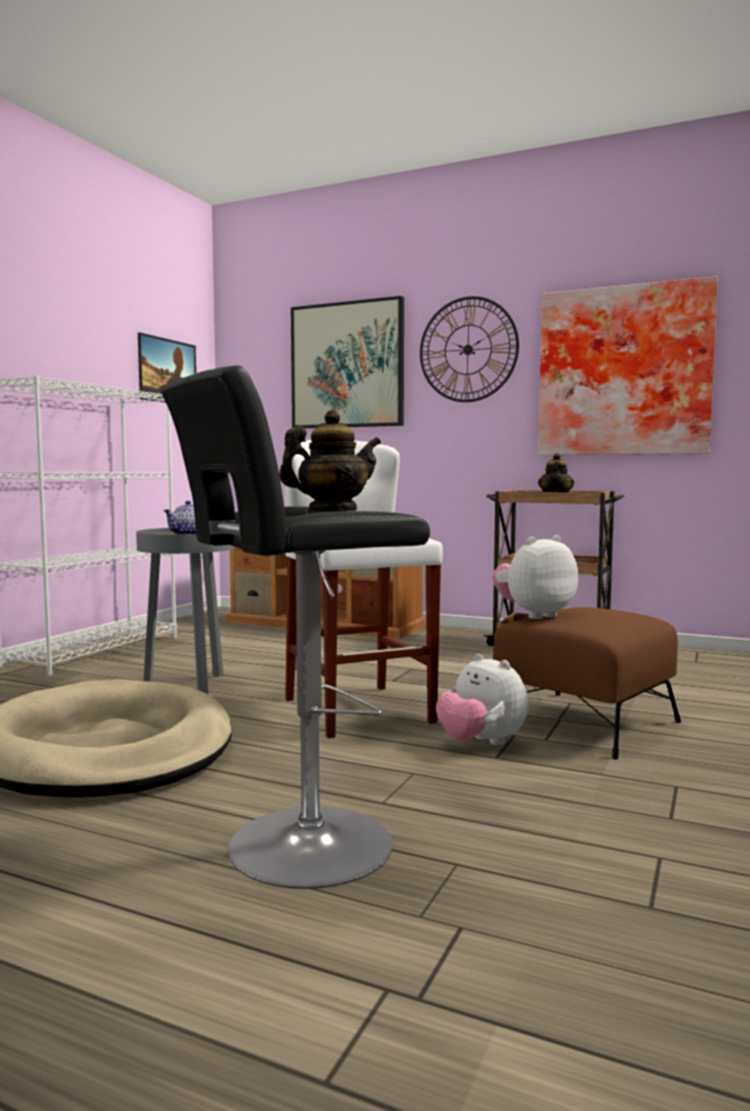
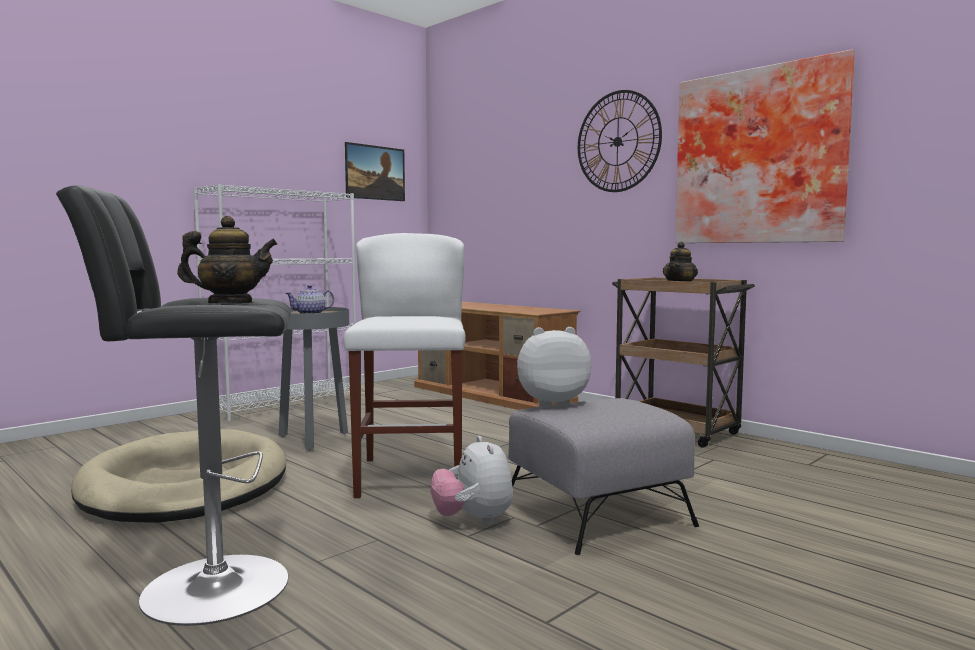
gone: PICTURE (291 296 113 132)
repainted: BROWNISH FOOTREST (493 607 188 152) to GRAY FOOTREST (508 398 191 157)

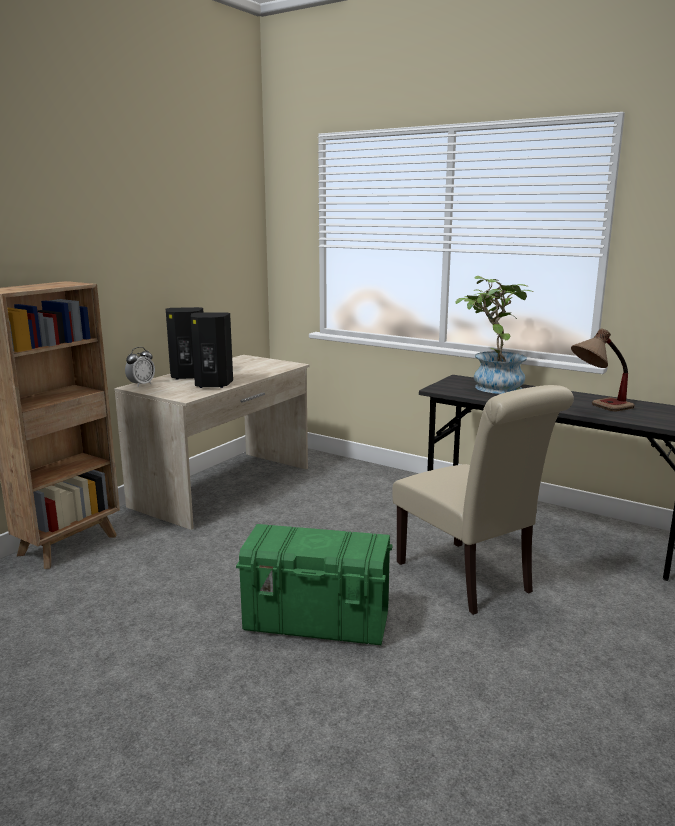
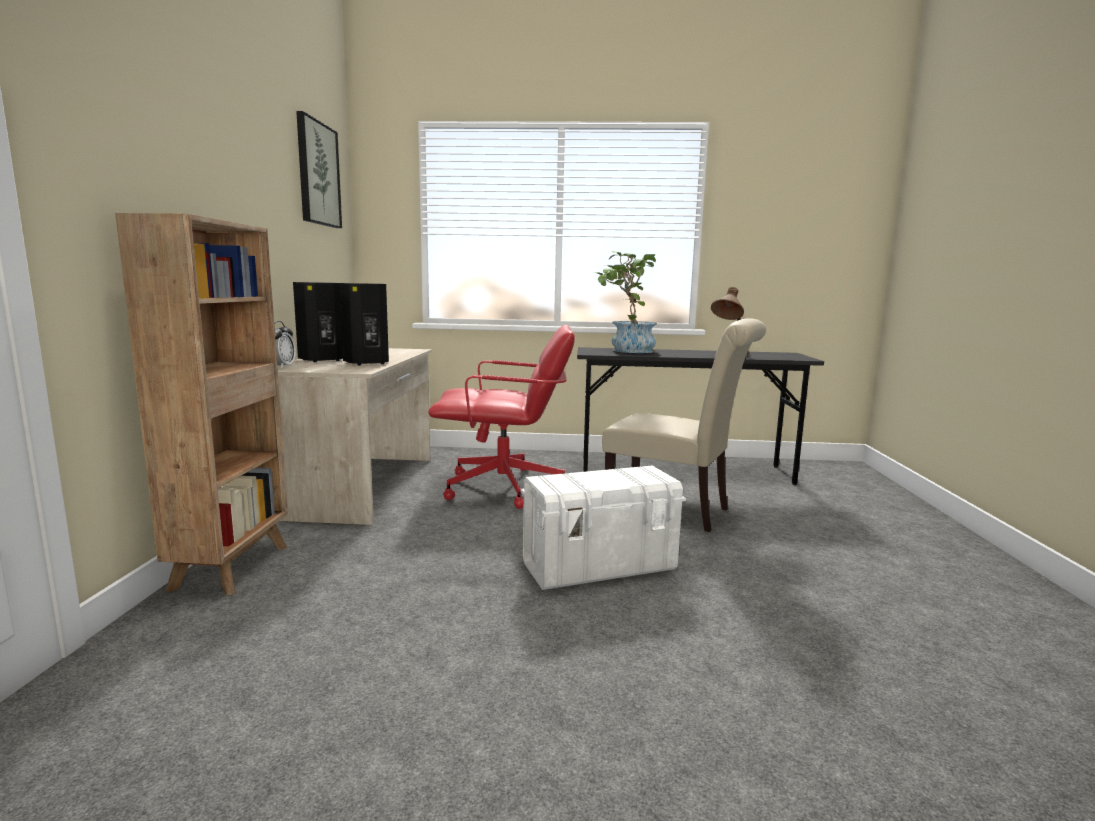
new: PICTURE (296 111 46 117); RED OFFICE CHAIR (428 325 147 184)
repainted: GREENISH STORAGE BIN (236 524 157 121) to WHITE-COLOURED STORAGE BIN (521 466 165 124)

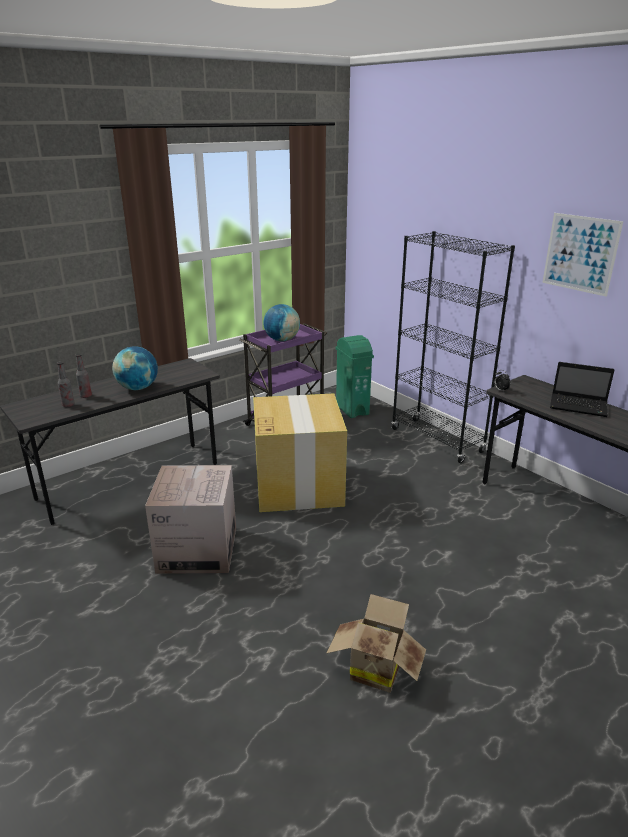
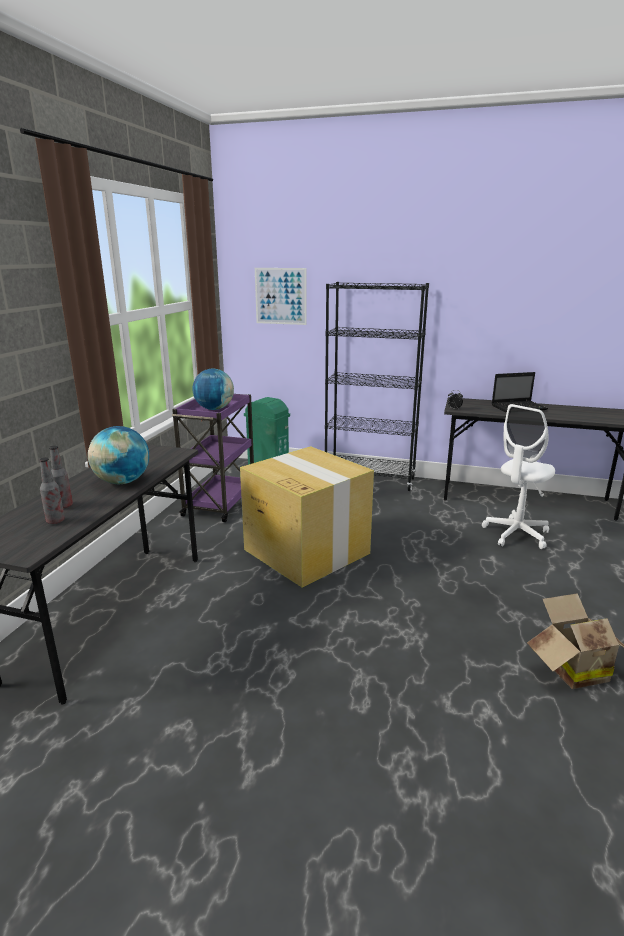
gone: CARDBOARD BOX (145 465 91 109)
new: WHITE-COLOURED OFFICE CHAIR (482 404 73 145)
shifted: PICTURE (542 213 81 84) to (255 268 52 57)

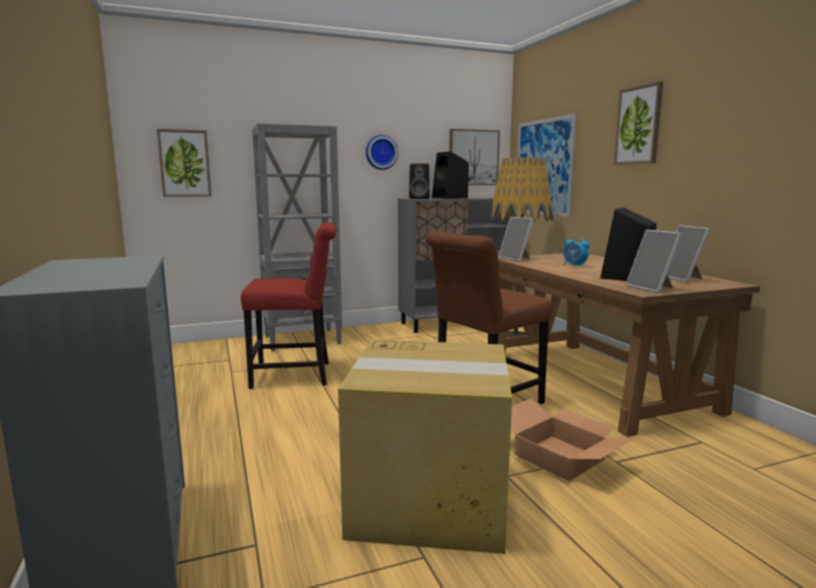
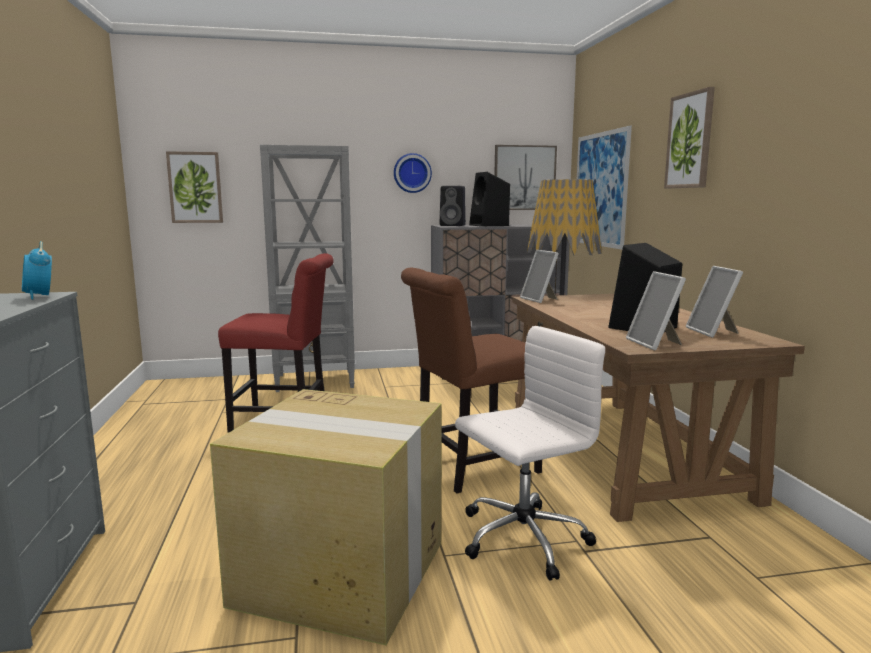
shifted: ALARM CLOCK (563 236 27 31) to (22 241 30 59)
swapped: CARDBOARD BOX (511 399 125 82) to WHITE-COLOURED OFFICE CHAIR (455 326 150 254)

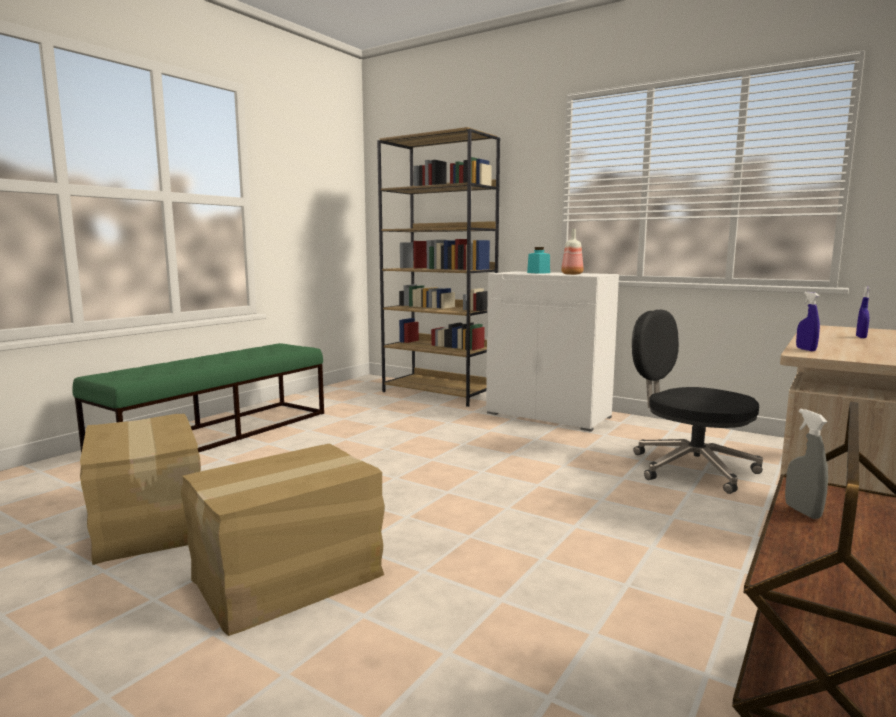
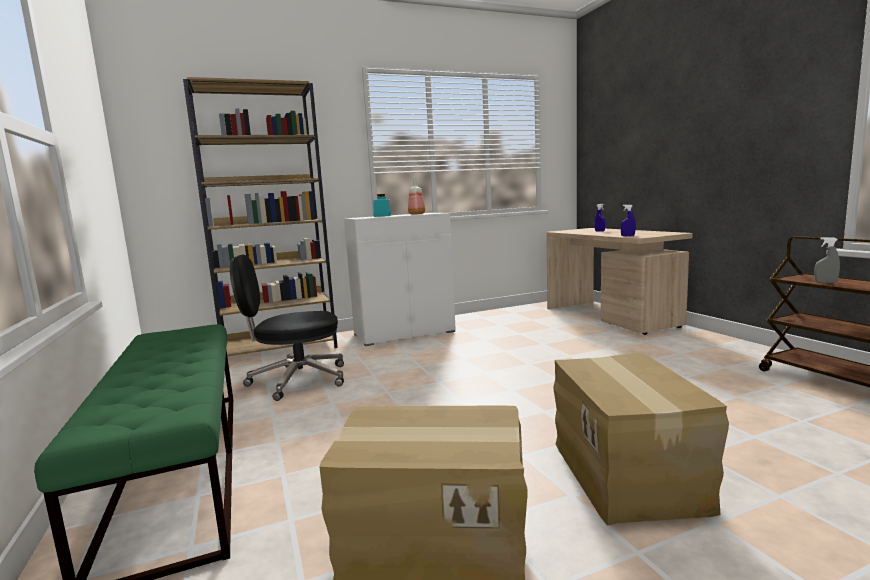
shifted: BLACKISH OFFICE CHAIR (632 310 131 184) to (230 255 114 146)

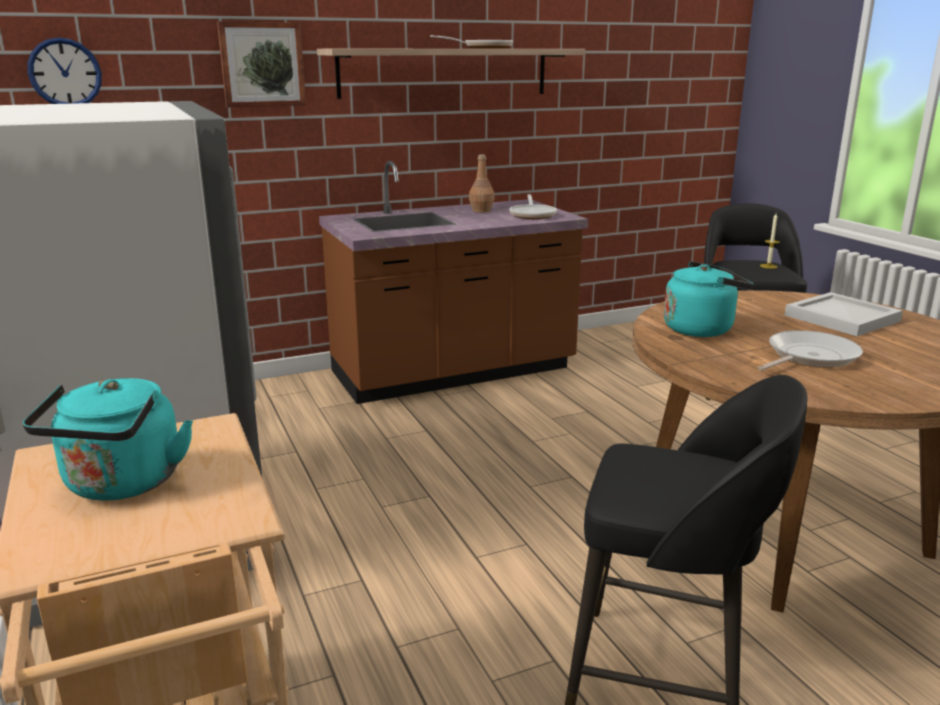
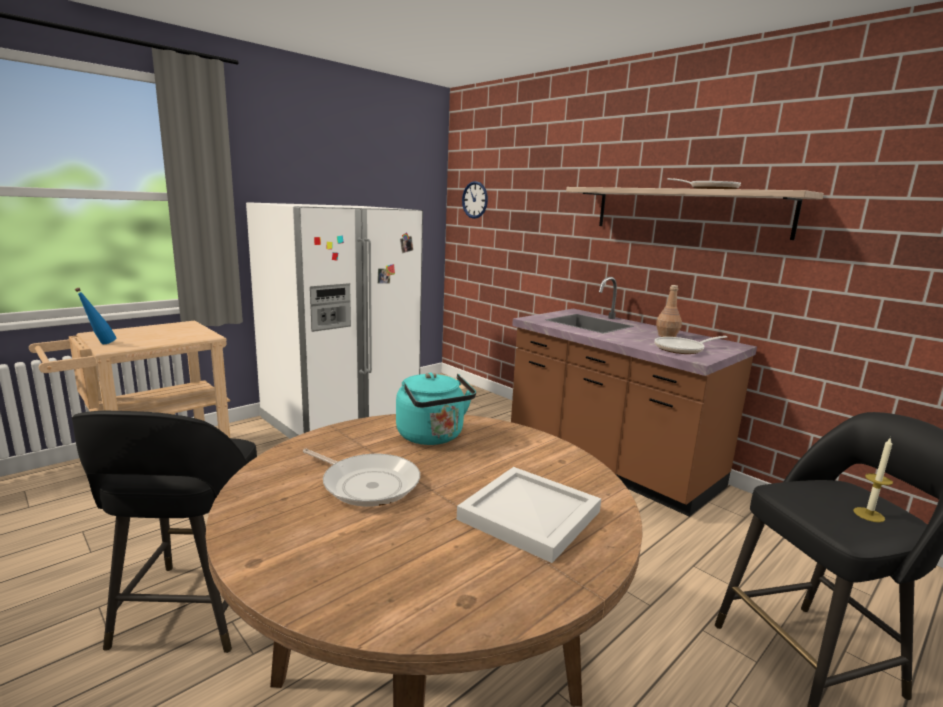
gone: TURQUOISE WATER KETTLE (23 378 170 123); PICTURE (217 21 89 86)
new: BLUISH BOTTLE (75 288 41 56)

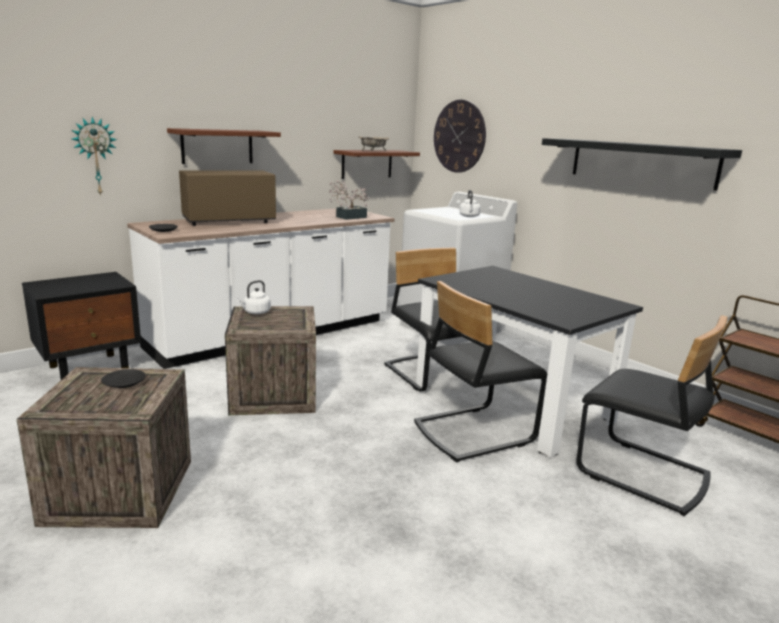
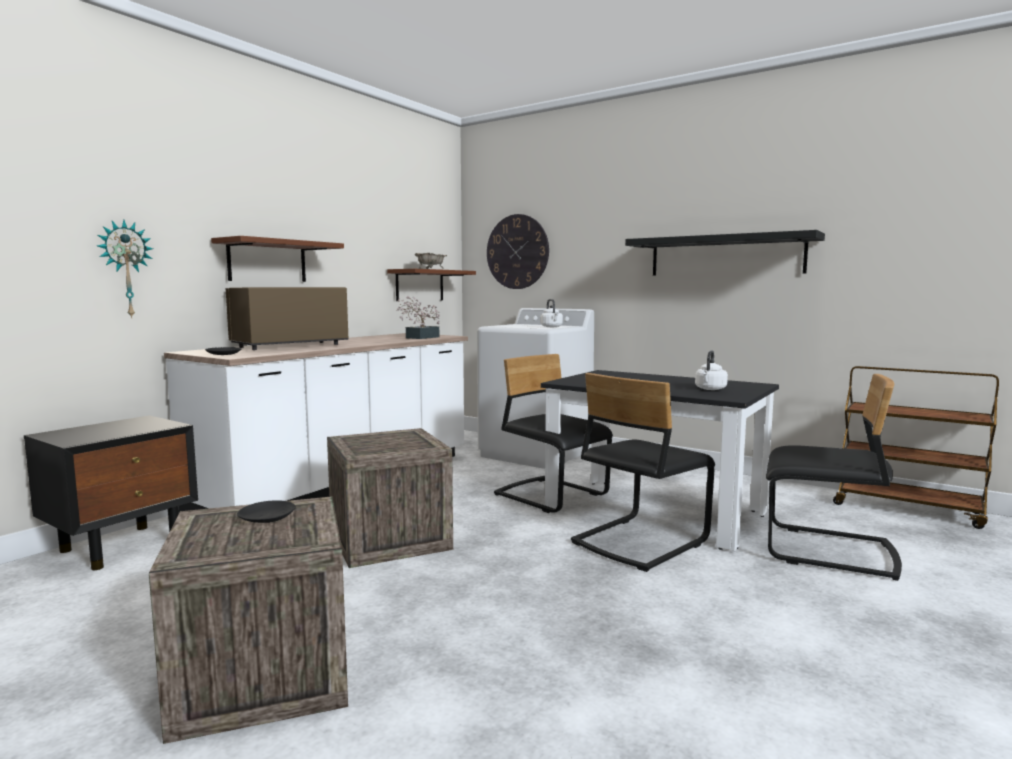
shifted: WHITE-COLOURED WATER KETTLE (237 280 34 34) to (695 350 33 40)

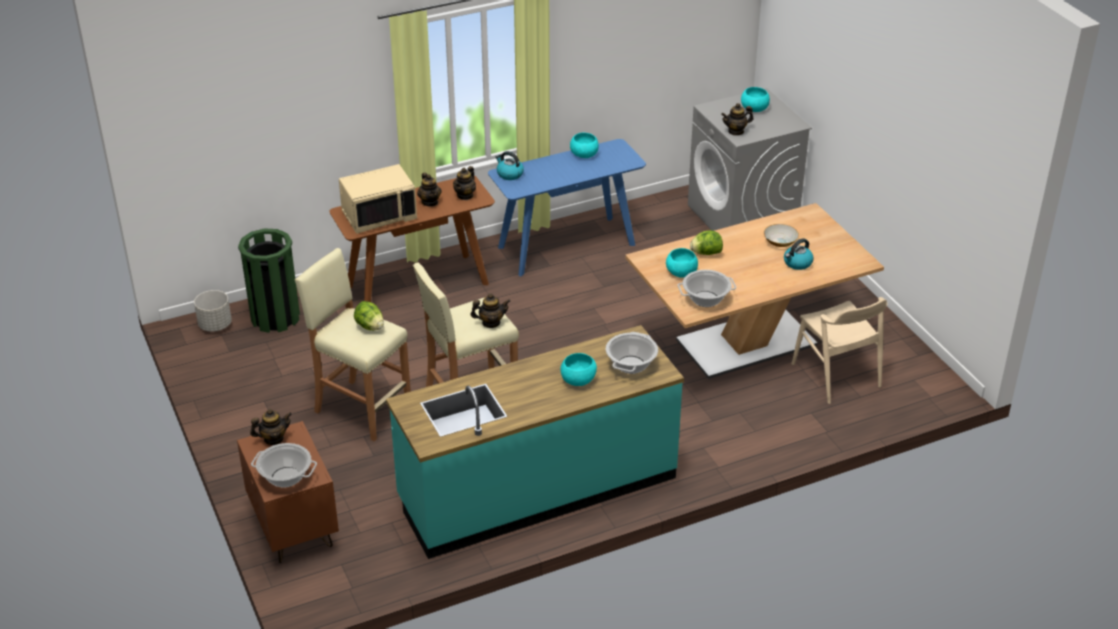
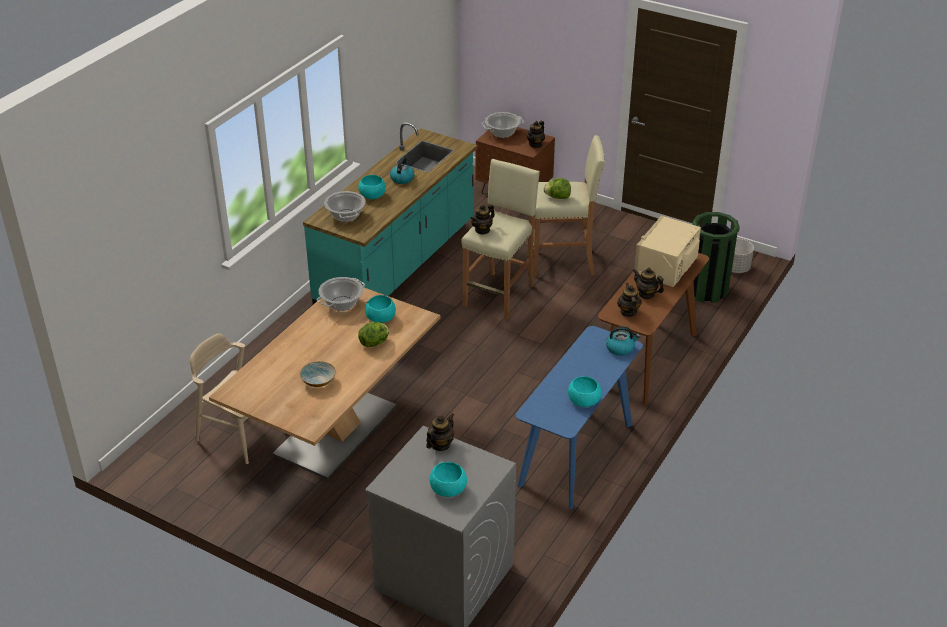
shifted: WATER KETTLE (784 238 30 32) to (390 157 24 27)

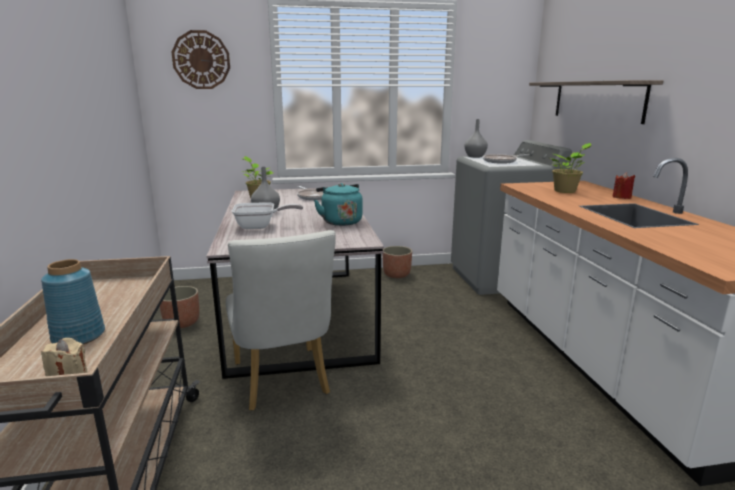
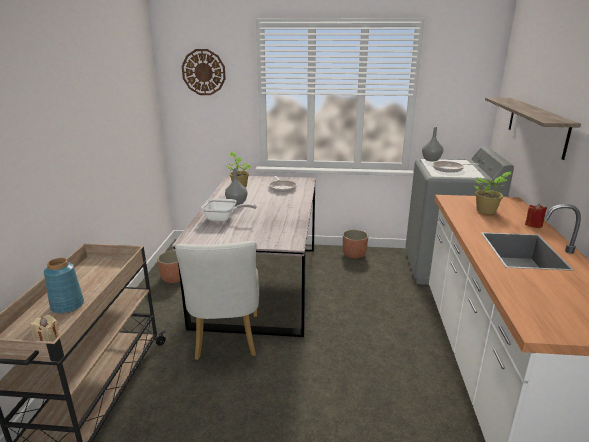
gone: TURQUOISE WATER KETTLE (314 183 49 43)

